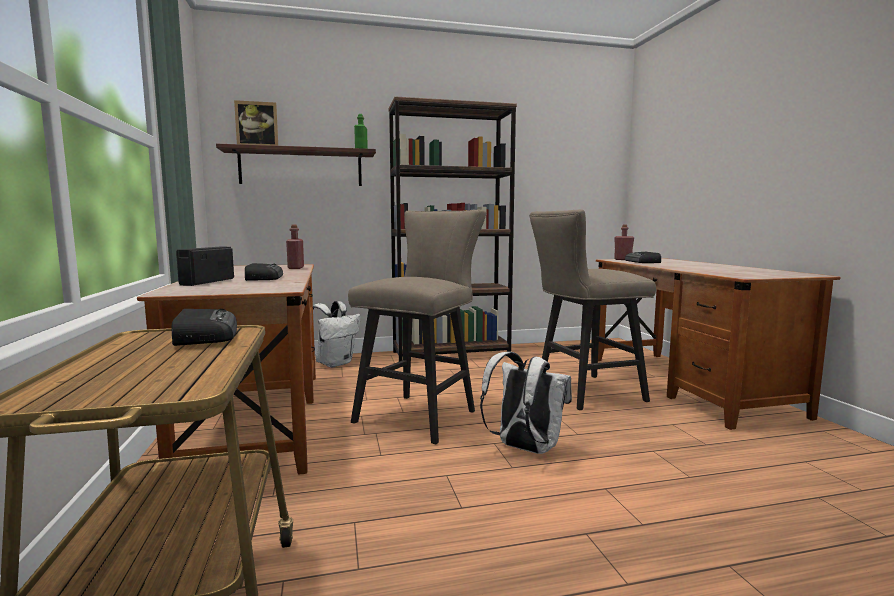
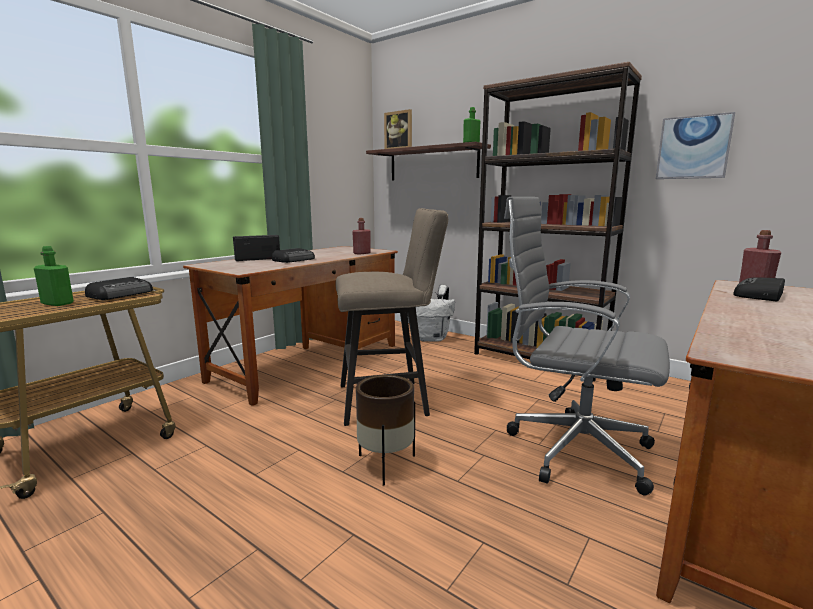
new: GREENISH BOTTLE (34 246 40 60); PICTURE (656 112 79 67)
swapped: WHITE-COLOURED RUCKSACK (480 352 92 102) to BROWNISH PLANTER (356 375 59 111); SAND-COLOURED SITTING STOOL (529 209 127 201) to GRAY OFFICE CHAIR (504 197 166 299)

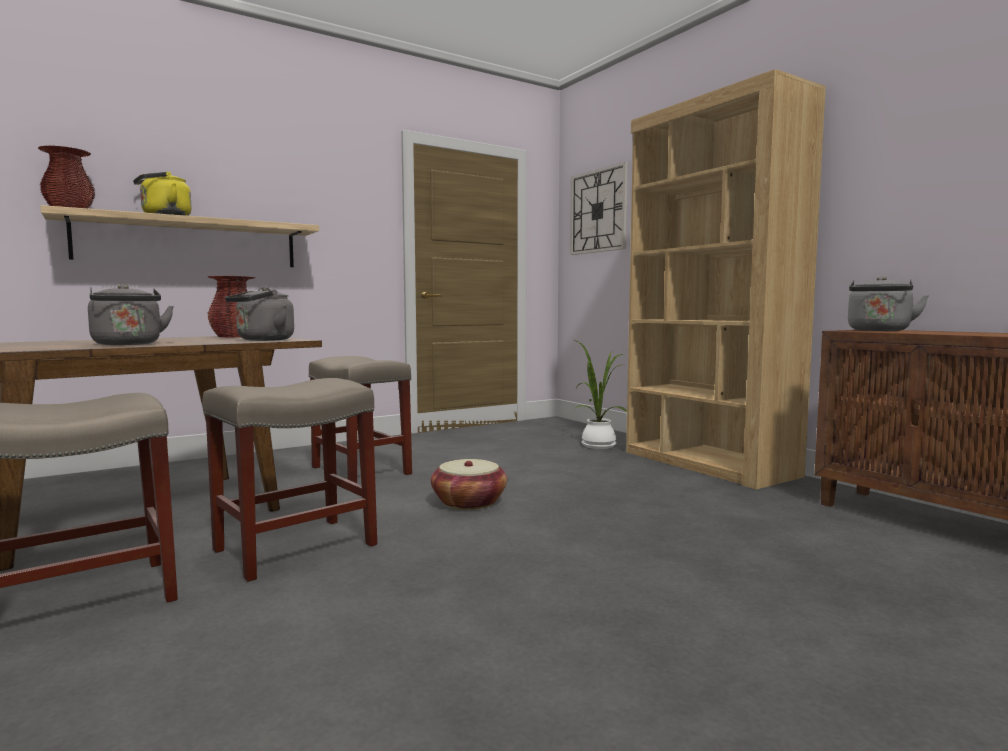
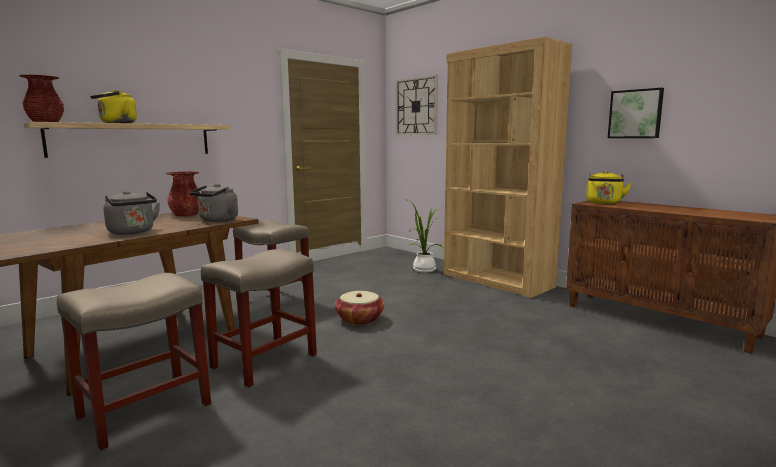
new: PICTURE (608 88 56 50)
repainted: GRAY WATER KETTLE (848 276 81 55) to YELLOW-COLOURED WATER KETTLE (586 171 46 33)

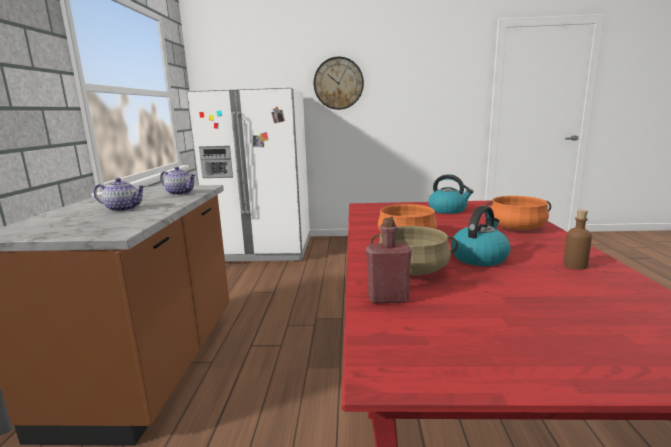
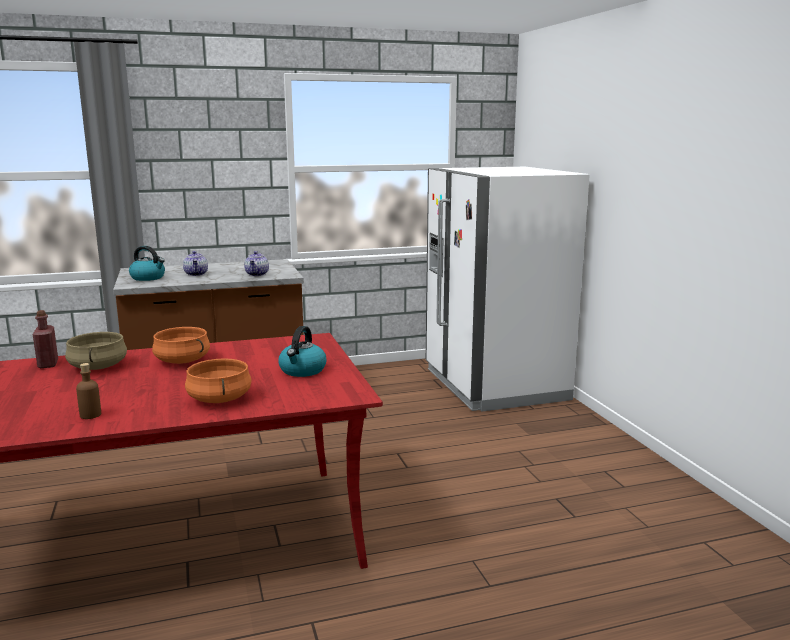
gone: HANGING CLOCK (314 57 50 53)
shifted: WATER KETTLE (451 206 60 60) to (129 246 36 35)

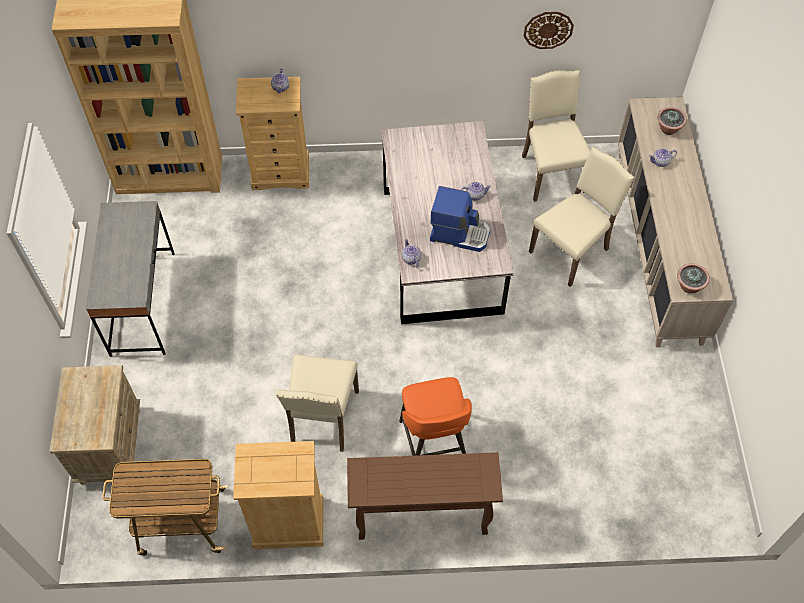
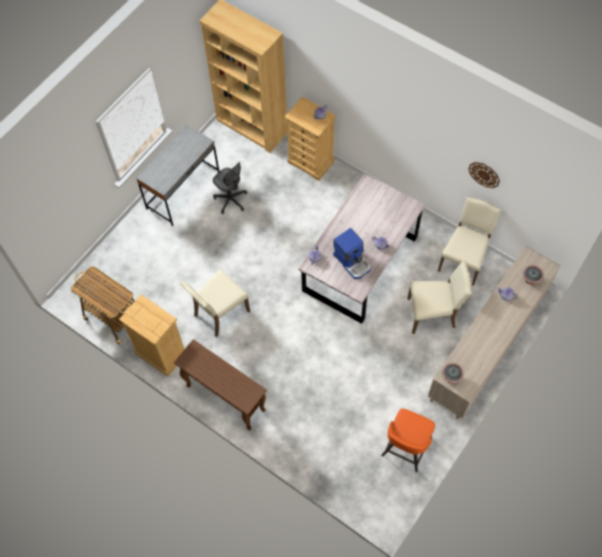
gone: SAND-COLOURED BEDSIDE TABLE (50 365 90 120)
new: GRAY OFFICE CHAIR (213 162 34 52)
shifted: ORANGE-COLOURED SITTING STOOL (399 377 73 79) to (381 409 54 63)

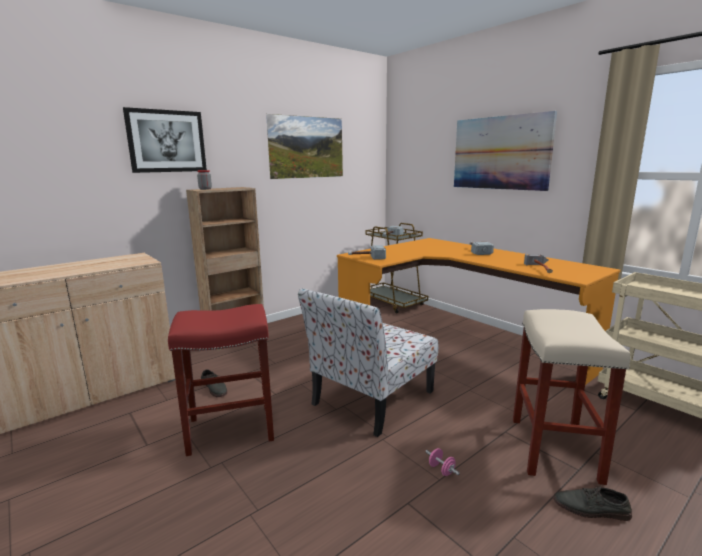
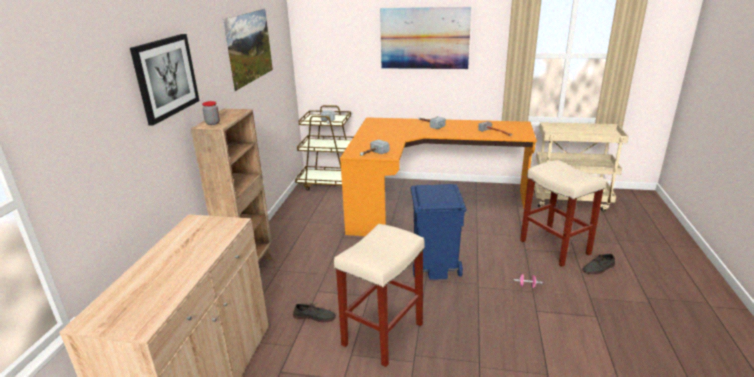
swapped: UPRIGHT CHAIR (298 288 141 149) to BLUISH WASTE BIN (411 184 55 96)
repainted: RED SITTING STOOL (168 304 106 152) to SAND-COLOURED SITTING STOOL (334 224 91 143)

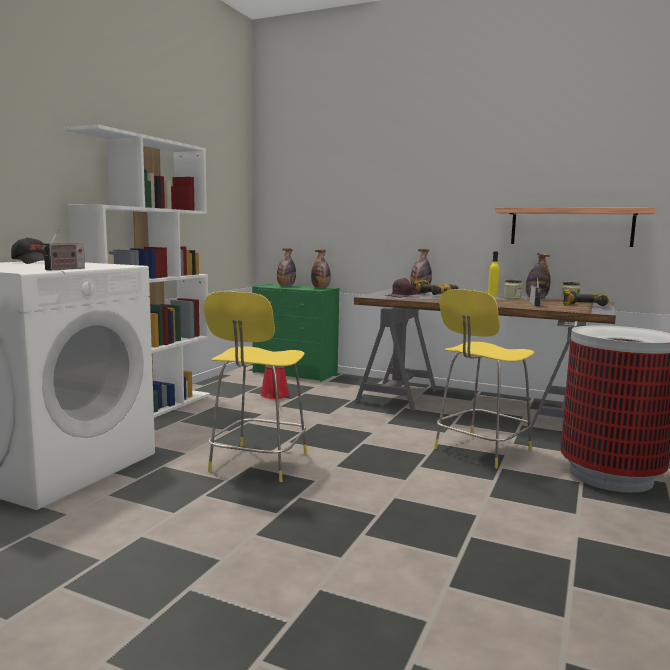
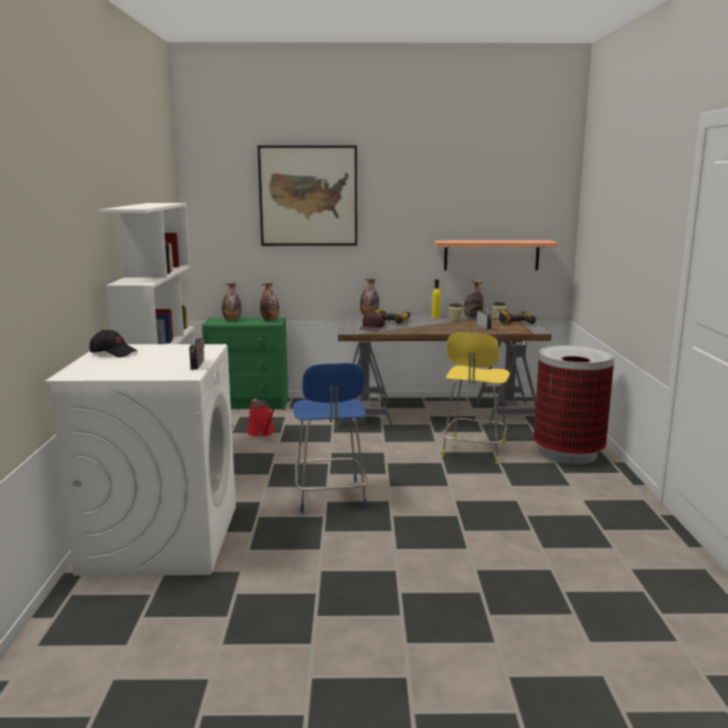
new: PICTURE (258 145 99 101)
repainted: YELLOW-COLOURED SITTING STOOL (204 291 103 191) to BLUISH SITTING STOOL (293 363 75 150)

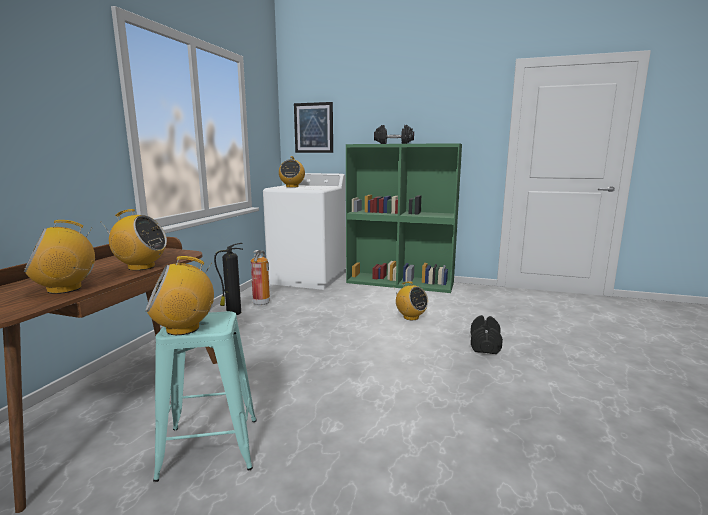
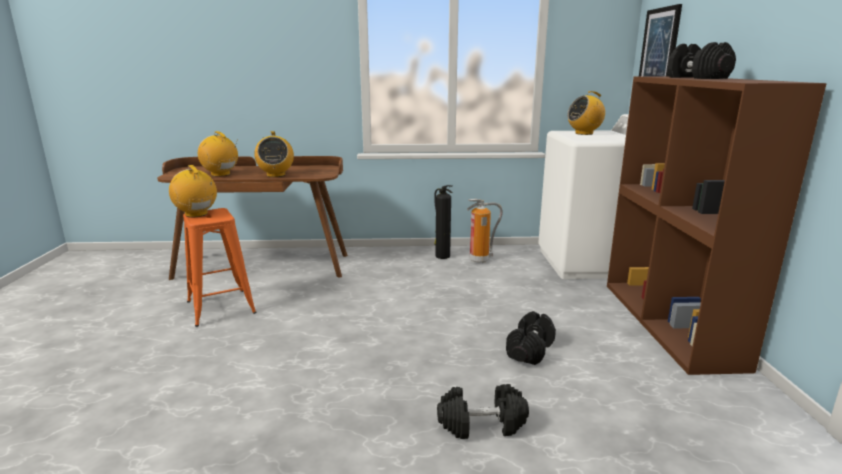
swapped: RADIO (394 281 34 39) to BLACKISH DUMBBELL (506 311 50 54)
repainted: TURQUOISE SITTING STOOL (153 311 104 171) to ORANGE-COLOURED SITTING STOOL (183 208 74 119); GREENISH SHELVING UNIT (346 143 116 150) to BROWNISH SHELVING UNIT (607 76 220 299)

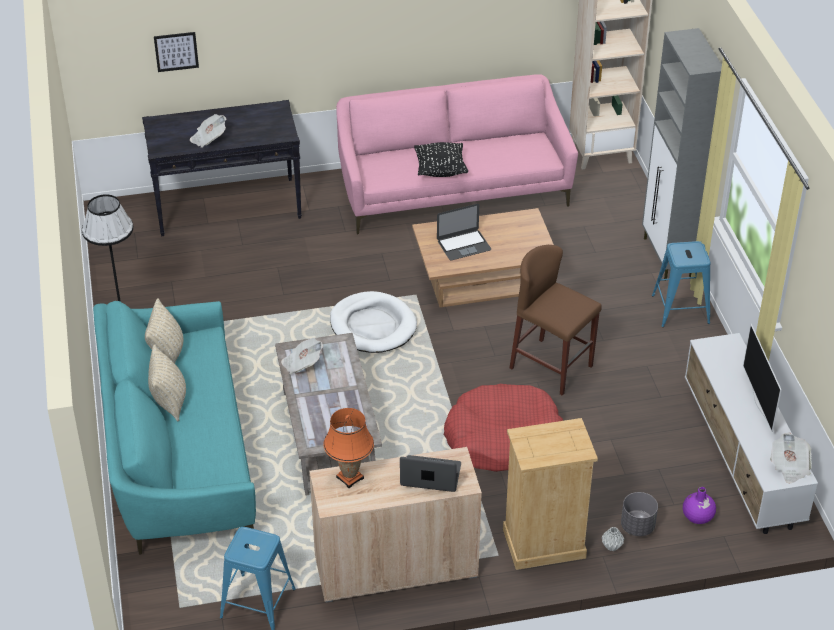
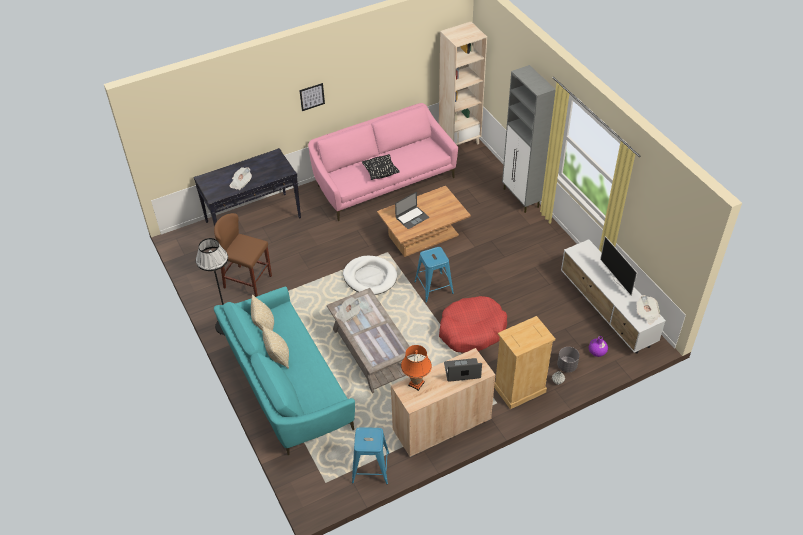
shifted: PICTURE (154 32 45 40) to (299 83 26 28); BROWNISH SITTING STOOL (510 245 92 151) to (214 213 58 84); BLUISH SITTING STOOL (652 241 59 86) to (414 247 40 55)

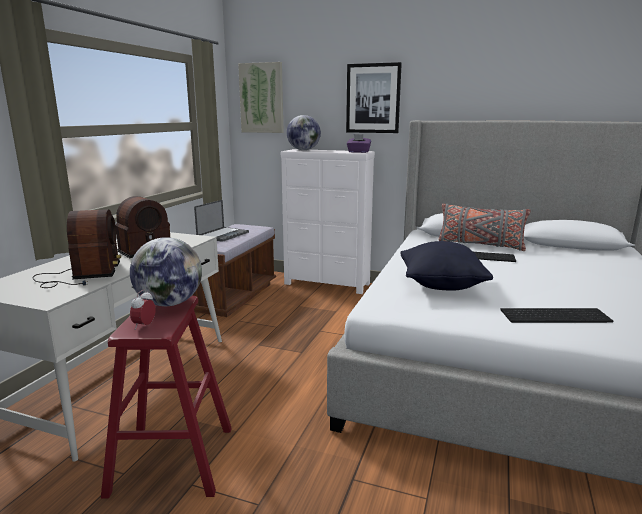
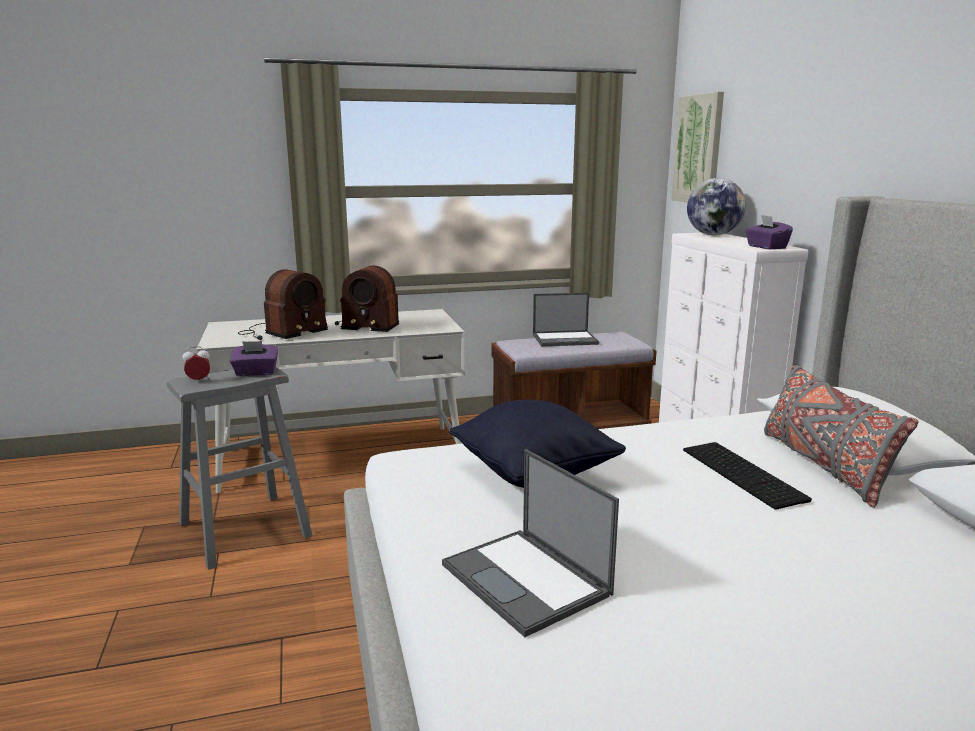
gone: PICTURE (346 62 56 71)
swapped: WORLD GLOBE (130 237 72 69) to PURPLE-COLOURED BOX OF TISSUES (230 341 48 35); PC KEYBOARD (500 308 113 15) to LAPTOP (442 449 177 188)
repainted: RED SITTING STOOL (101 296 131 203) to GRAY SITTING STOOL (166 367 146 203)

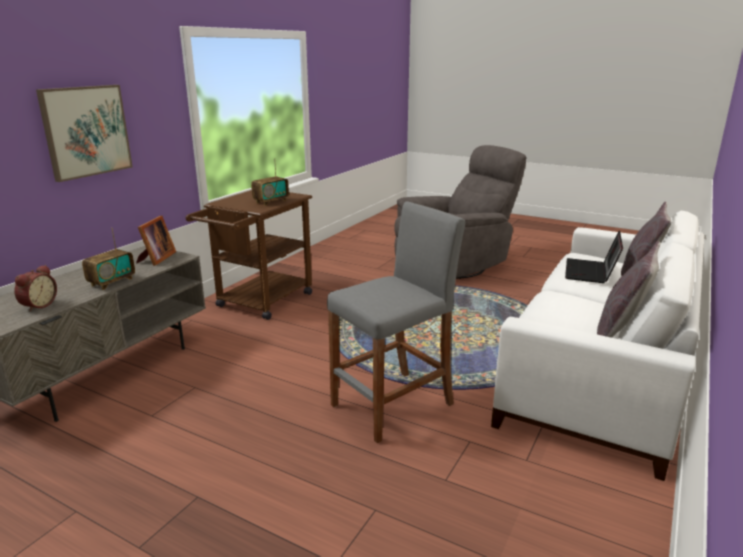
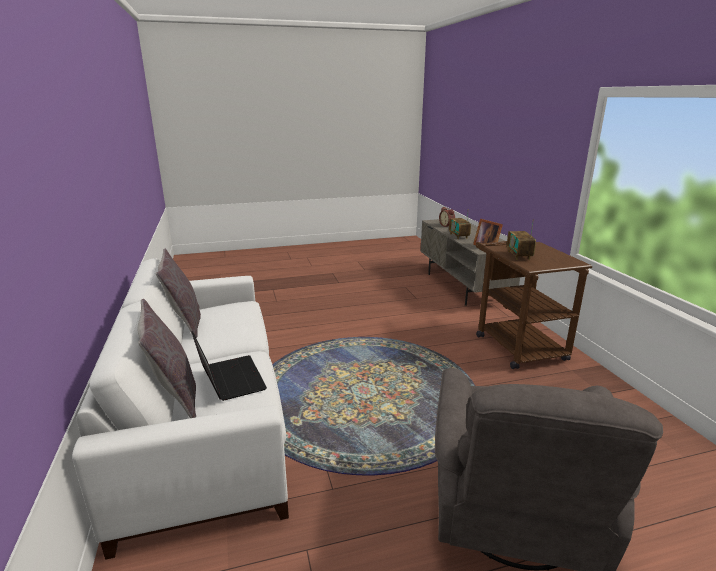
gone: PICTURE (36 85 97 97); GRAY SITTING STOOL (327 201 138 243)

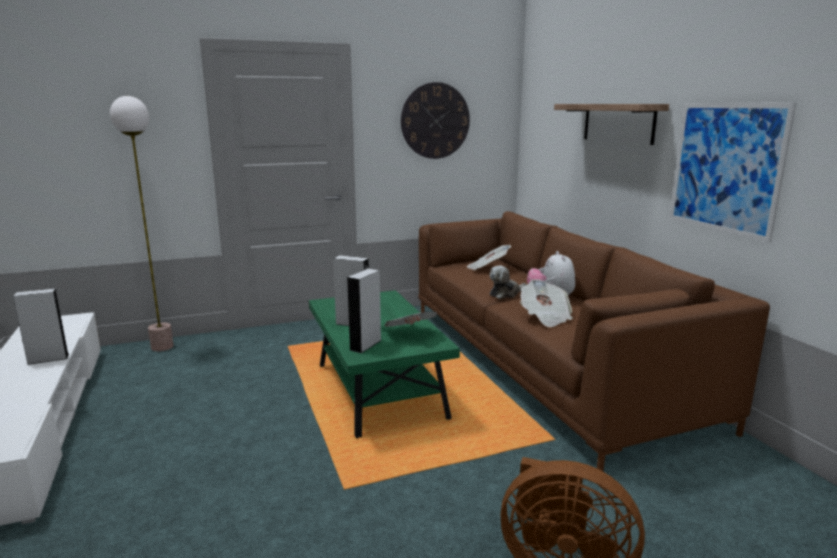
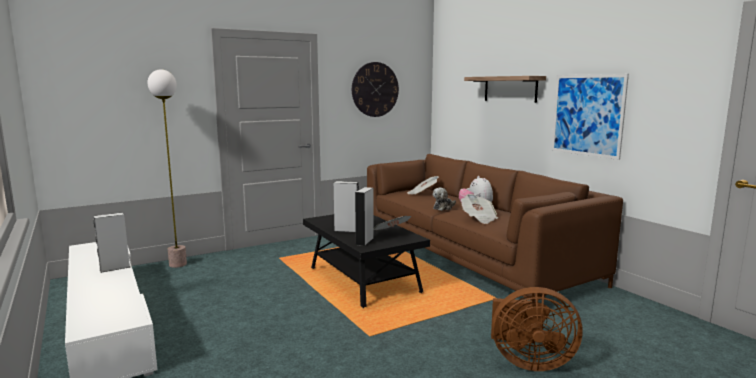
repainted: GREENISH LOW TABLE (309 290 151 148) to BLACKISH LOW TABLE (303 214 127 94)

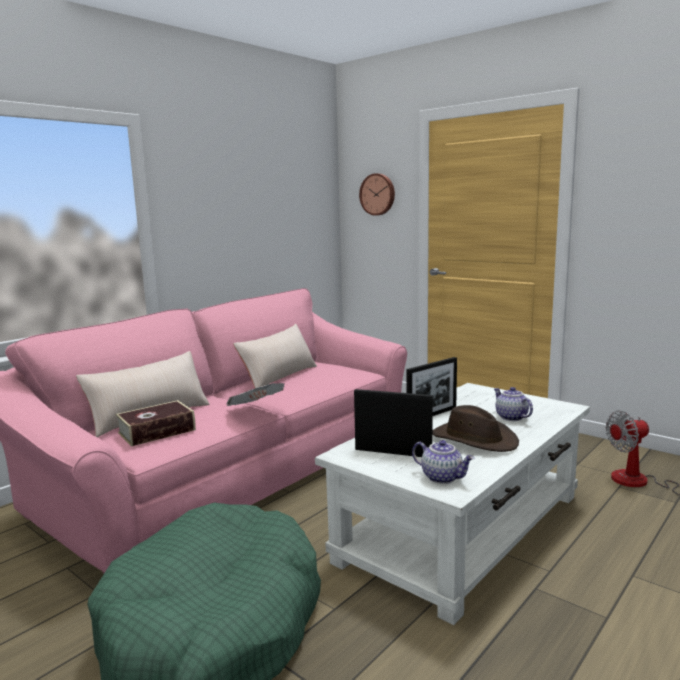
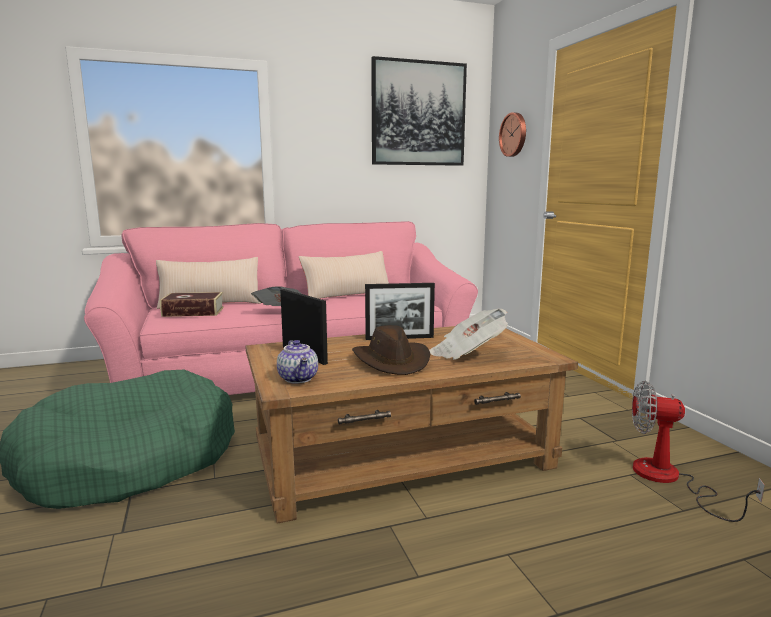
new: PICTURE (371 56 96 110)
swapped: TEAPOT (494 387 39 34) to NEWSPAPER (429 309 79 51)
repainted: WHITE-COLOURED LOW TABLE (315 383 275 242) to BROWNISH LOW TABLE (245 326 333 198)

